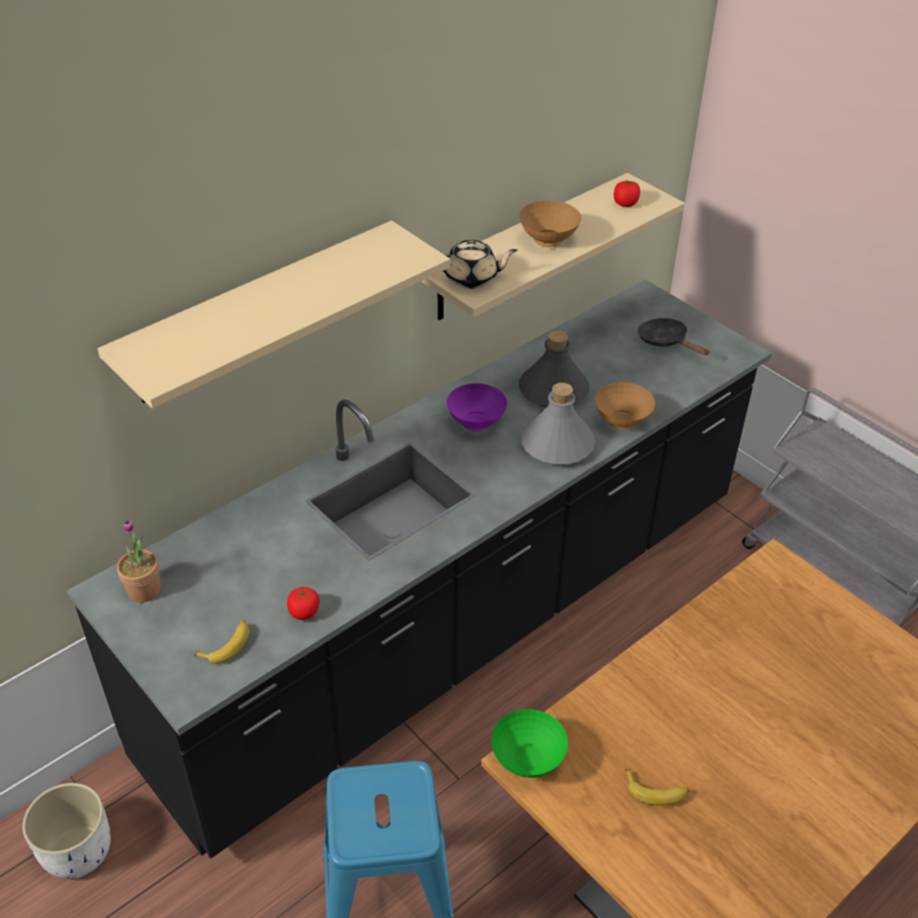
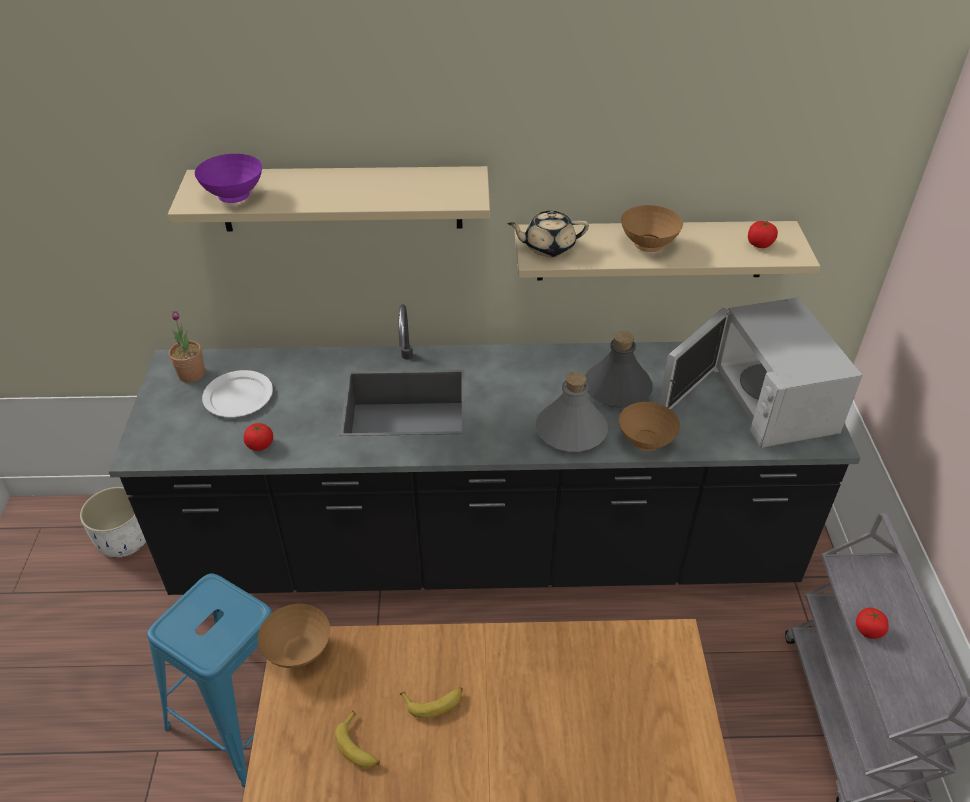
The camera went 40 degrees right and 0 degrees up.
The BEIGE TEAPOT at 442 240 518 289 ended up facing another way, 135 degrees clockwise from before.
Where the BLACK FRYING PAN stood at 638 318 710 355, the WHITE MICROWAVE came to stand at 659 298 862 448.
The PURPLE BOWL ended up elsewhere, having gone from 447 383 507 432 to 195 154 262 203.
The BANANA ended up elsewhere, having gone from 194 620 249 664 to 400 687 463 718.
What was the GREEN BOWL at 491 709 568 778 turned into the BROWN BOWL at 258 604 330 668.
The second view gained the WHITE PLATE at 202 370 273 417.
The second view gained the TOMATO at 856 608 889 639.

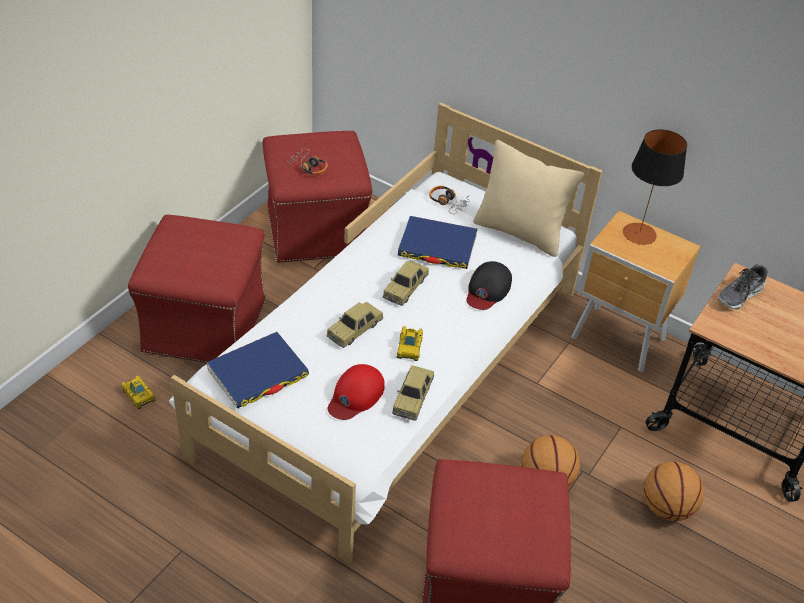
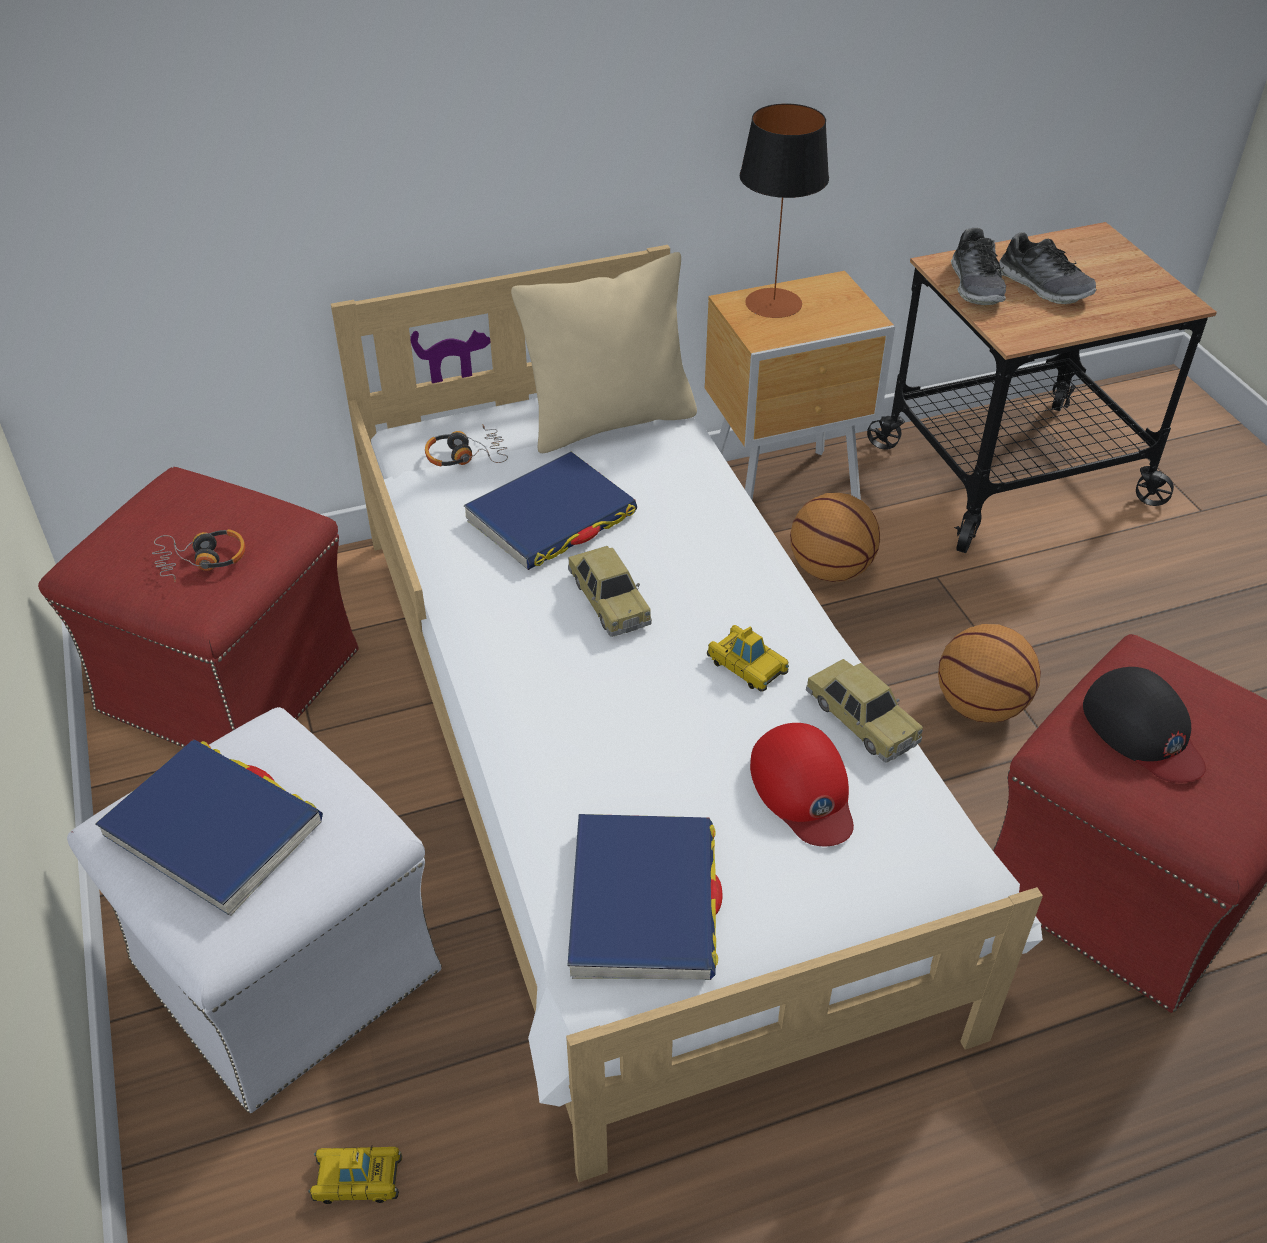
The camera went 50 degrees left and 0 degrees up.
What was the RED OTTOMAN at 128 215 266 363 turned into the WHITE OTTOMAN at 67 707 442 1113.
The BLACK CAP ended up elsewhere, having gone from 466 261 512 310 to 1083 667 1206 783.
The second view lost the TOY CAR at 327 302 383 348.
The BASKETBALL ended up elsewhere, having gone from 643 462 704 521 to 790 493 880 582.
The second view gained the SHOE at 998 232 1096 304.
The second view gained the BLUE BOOK at 95 739 323 916.

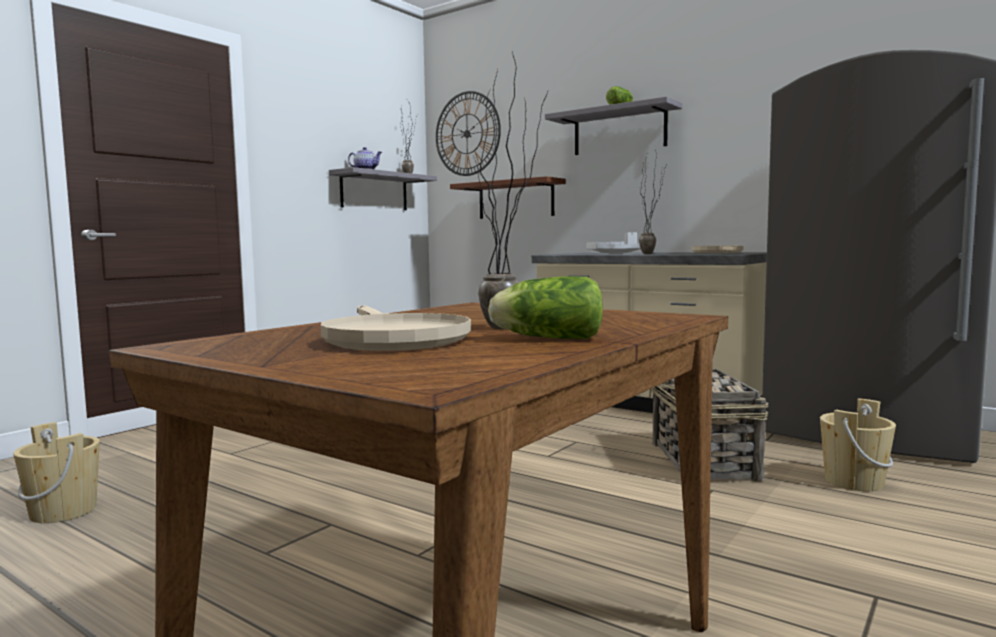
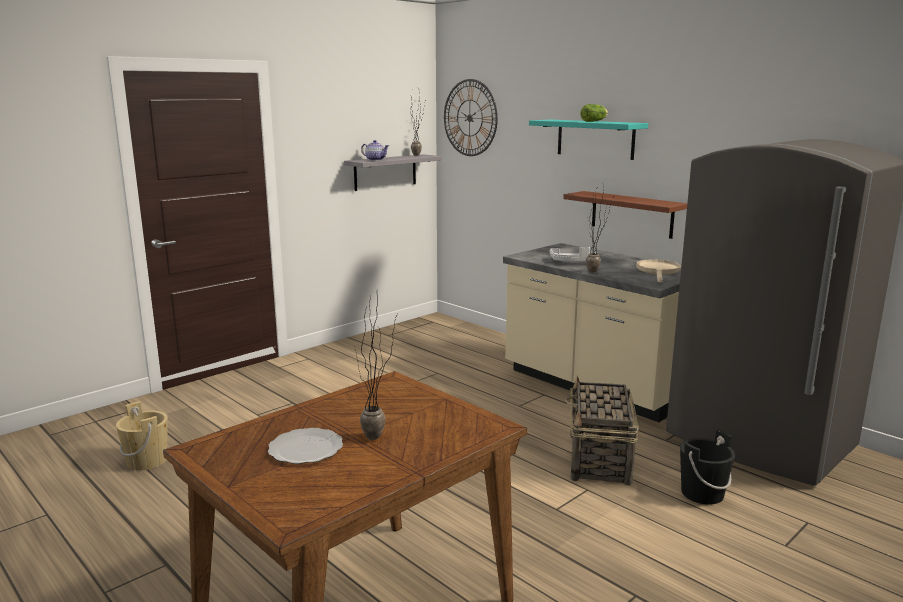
The camera went 10 degrees right and 10 degrees up.
What was the GREY SHELF at 545 96 682 155 turned into the TURQUOISE SHELF at 529 120 648 160.
The BROWN SHELF ended up elsewhere, having gone from 450 176 566 219 to 563 191 687 239.
The second view lost the LETTUCE at 488 276 603 339.
Where the BEIGE FRYING PAN stood at 321 305 471 351, the PLATE came to stand at 268 428 343 464.
What was the BEIGE BUCKET at 820 398 896 491 turned into the BLACK BUCKET at 680 430 735 505.

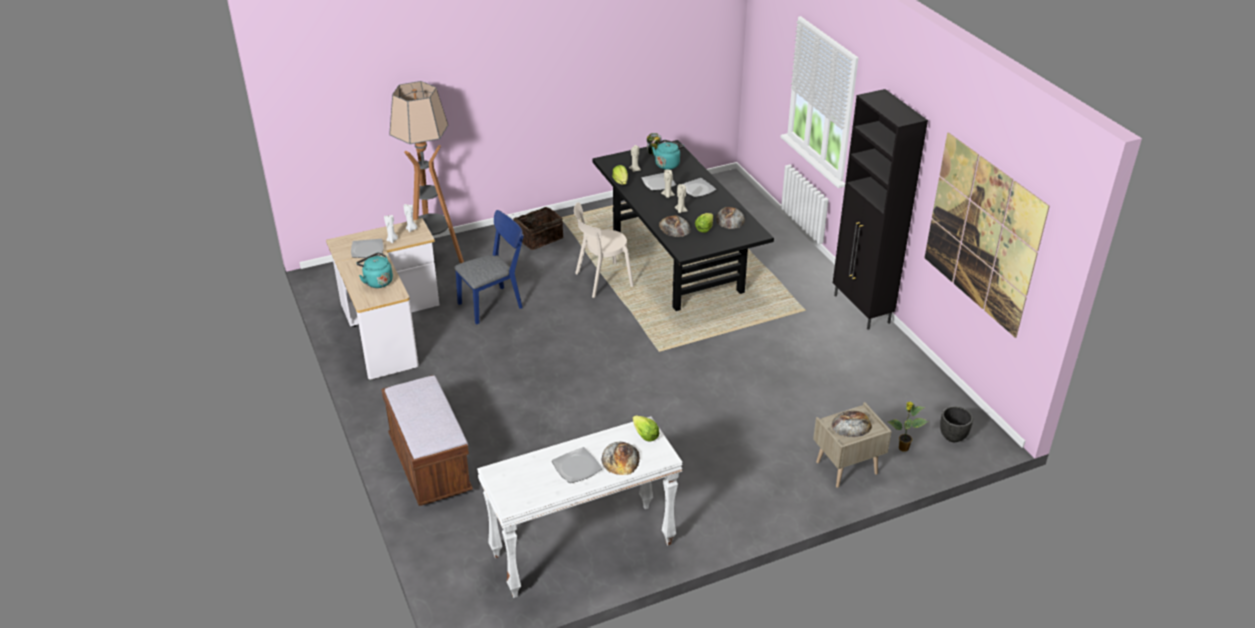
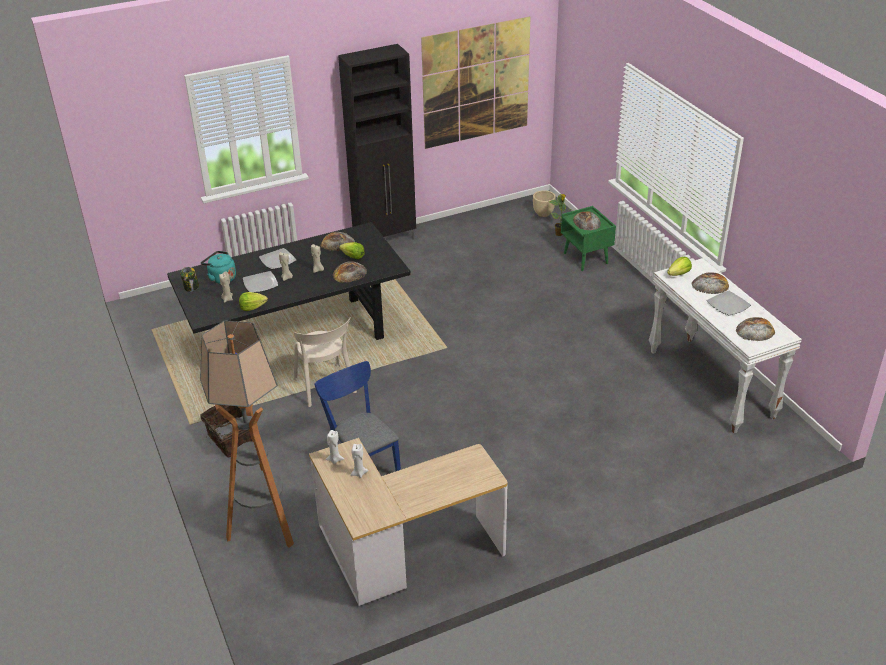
The camera went 90 degrees left and 0 degrees up.
The second view lost the PLATE at 351 239 384 258.
The second view lost the TURQUOISE KETTLE at 356 252 393 288.
The second view lost the BROWN BENCH at 381 375 473 506.
What was the BEIGE NIGHTSTAND at 813 402 892 488 turned into the GREEN NIGHTSTAND at 561 206 616 271.
What was the BLACK PLANTER at 940 406 973 442 turned into the BEIGE PLANTER at 533 190 556 217.
The second view gained the BREAD at 736 317 775 341.

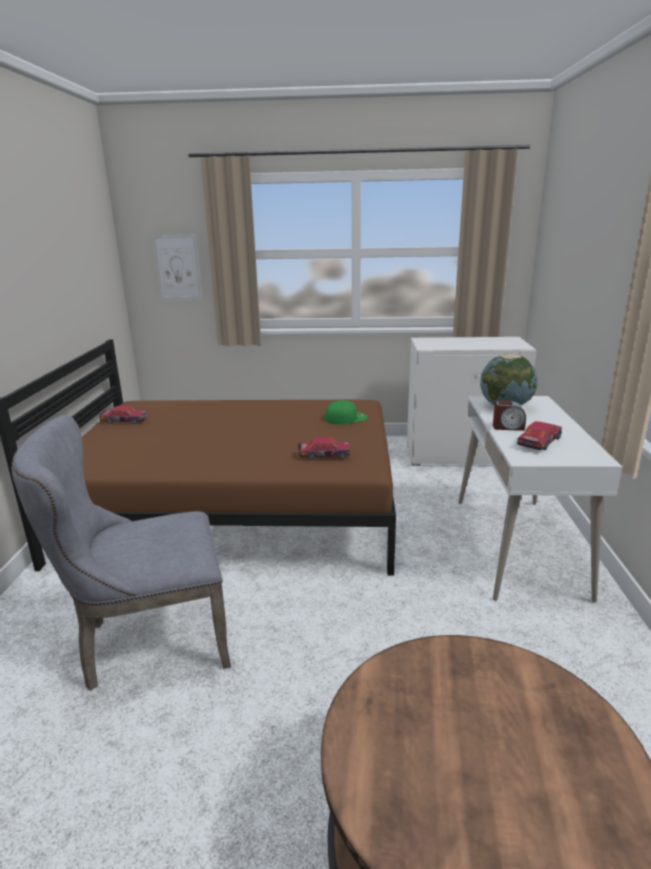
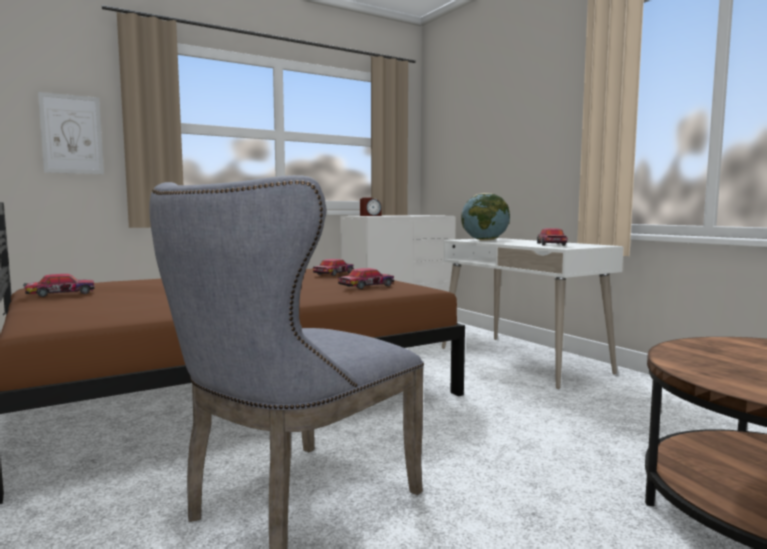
The camera went 35 degrees left and 15 degrees down.
Where the GREEN CAP stood at 325 400 368 425, the TOY CAR came to stand at 313 259 354 276.
The ALARM CLOCK ended up elsewhere, having gone from 493 401 526 431 to 360 197 382 216.

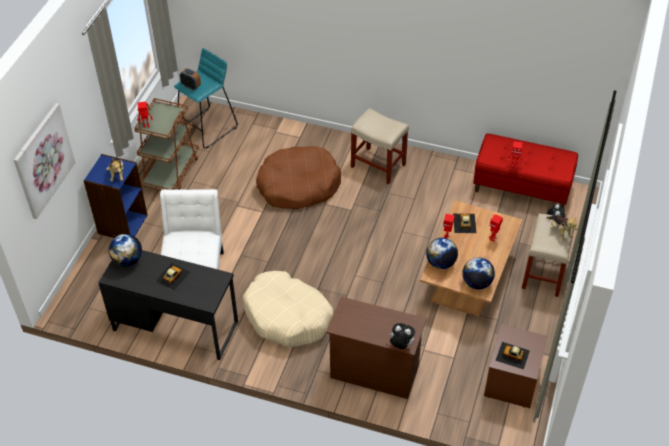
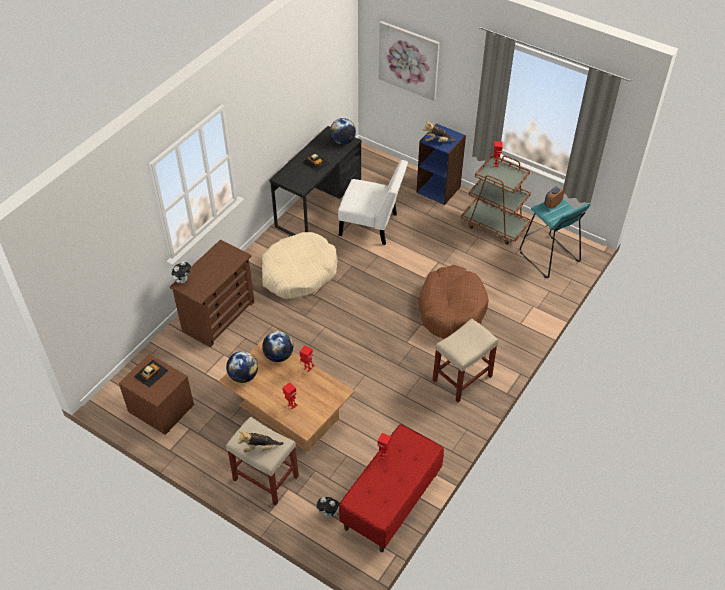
The camera went 105 degrees right and 0 degrees up.
The second view lost the TOY CAR at 453 214 476 233.

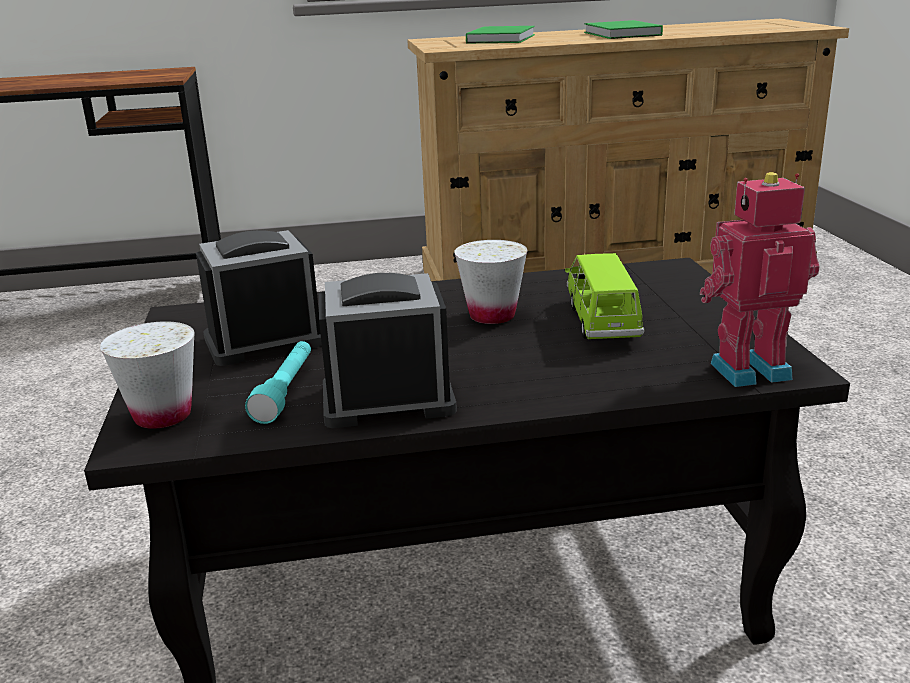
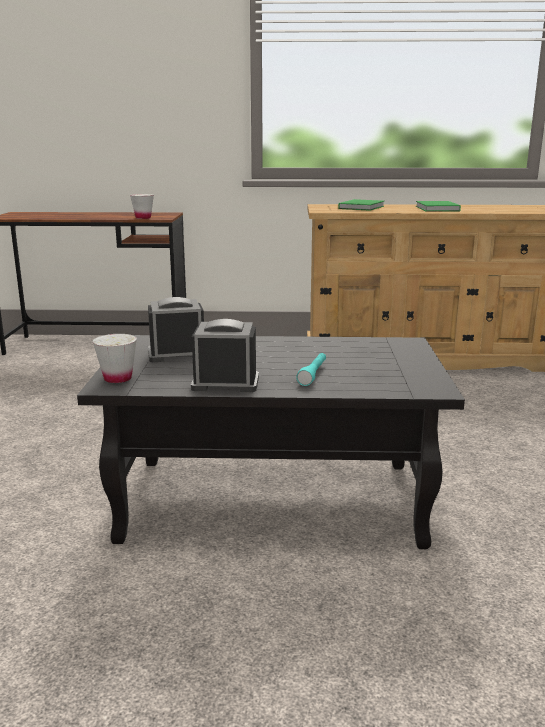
The camera went 10 degrees right and 5 degrees down.
The second view lost the TOY ROBOT at 700 172 820 387.
The WHITE CUP ended up elsewhere, having gone from 454 240 528 324 to 130 194 154 219.
The second view lost the GREEN TOY CAR at 565 253 644 339.
The TURQUOISE FLASHLIGHT ended up elsewhere, having gone from 245 341 311 424 to 296 353 326 386.

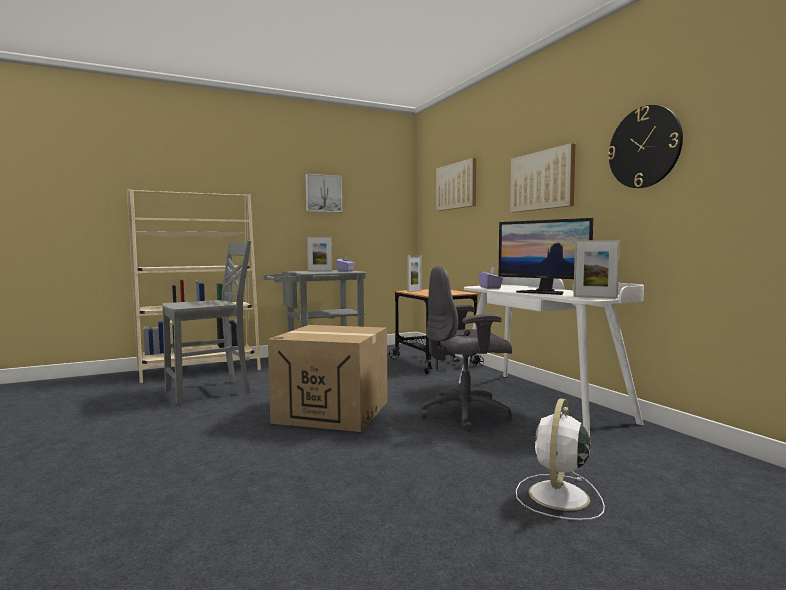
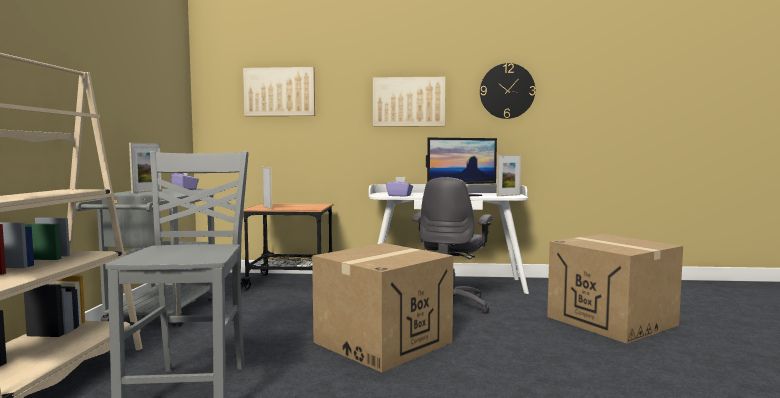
The camera went 60 degrees left and 0 degrees up.
The second view lost the PICTURE at 306 174 342 212.
Where the WHITE FAN stood at 516 398 605 520, the CARDBOARD BOX came to stand at 547 234 683 344.

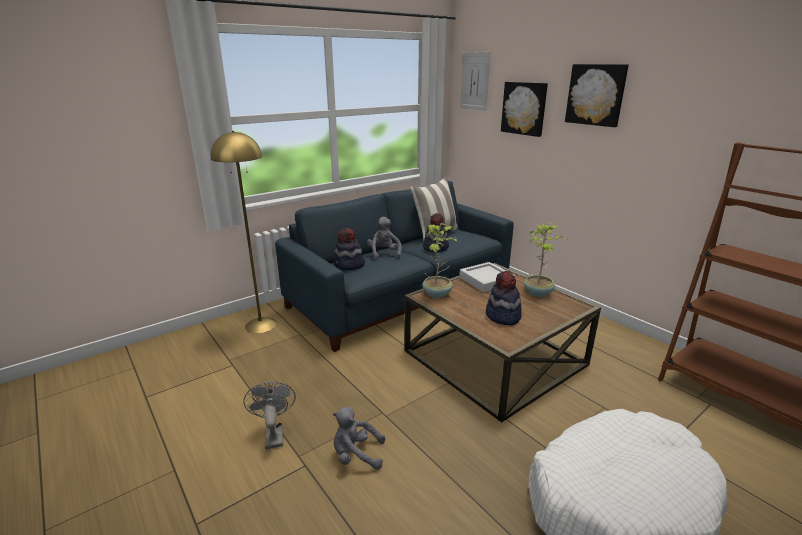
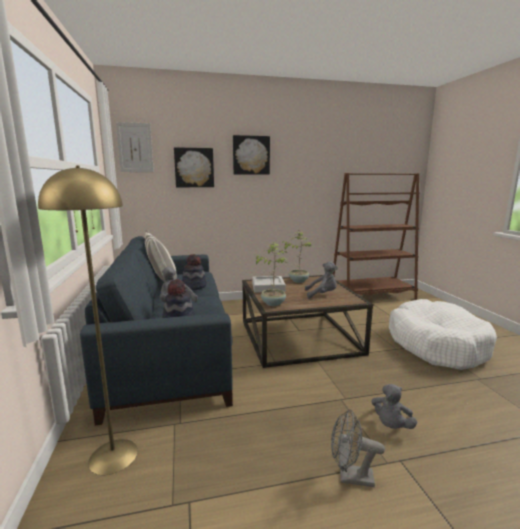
The camera went 65 degrees left and 10 degrees down.
Where the HAT stood at 486 271 522 326, the GREY PLUSH TOY came to stand at 305 261 338 299.

